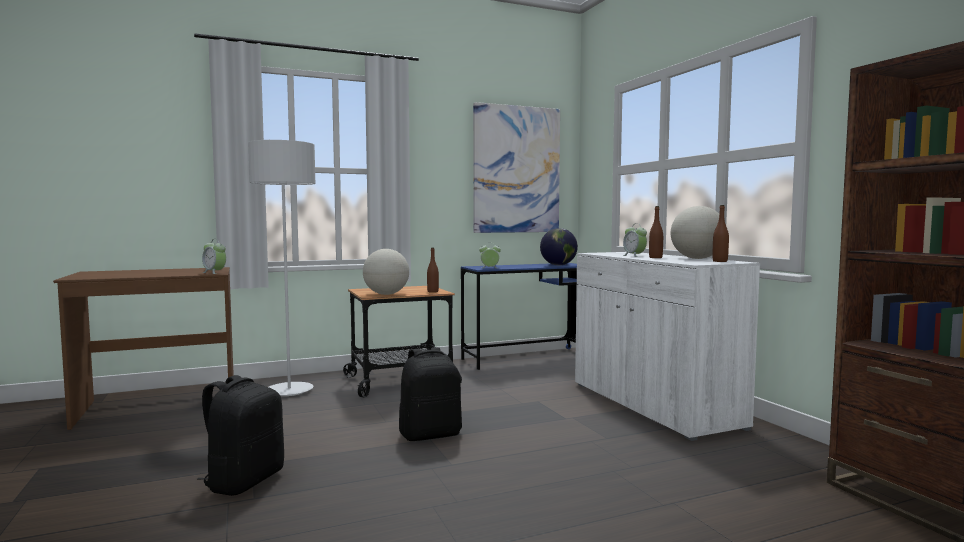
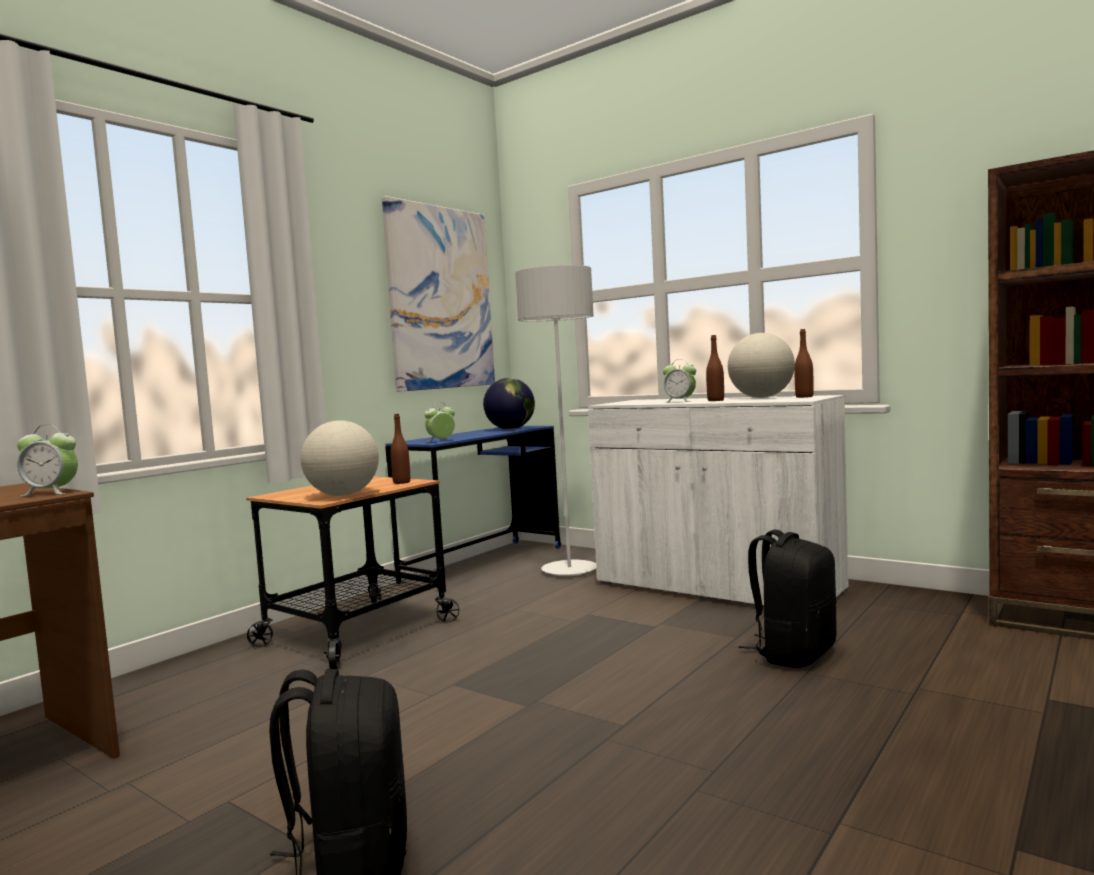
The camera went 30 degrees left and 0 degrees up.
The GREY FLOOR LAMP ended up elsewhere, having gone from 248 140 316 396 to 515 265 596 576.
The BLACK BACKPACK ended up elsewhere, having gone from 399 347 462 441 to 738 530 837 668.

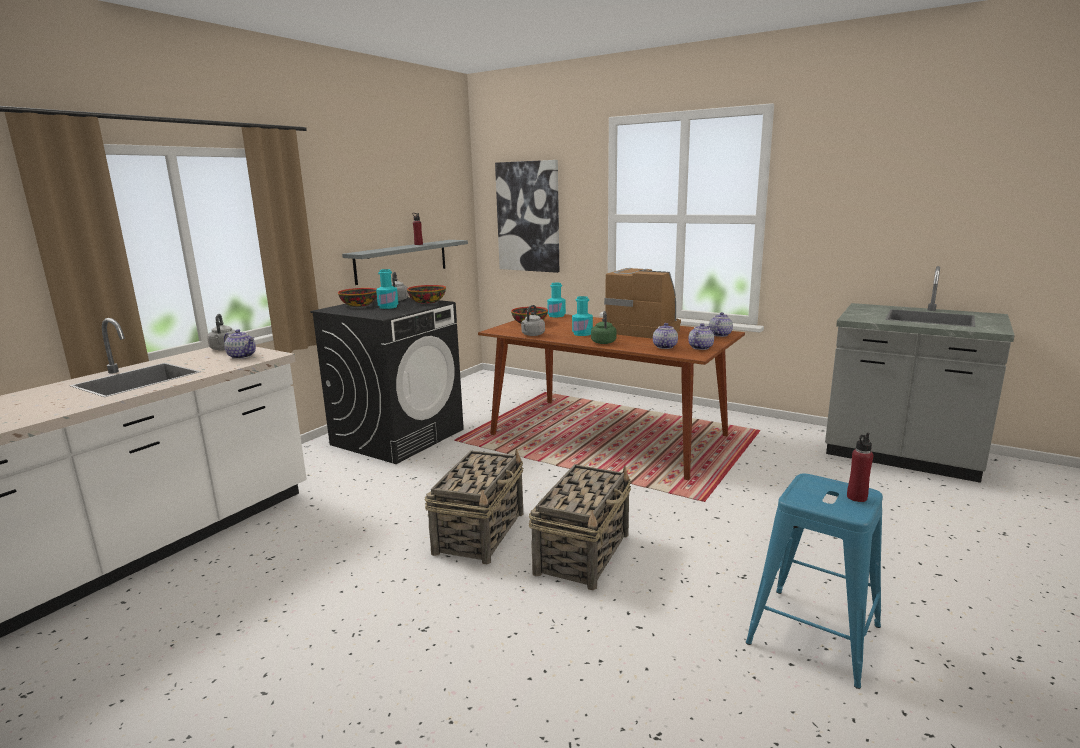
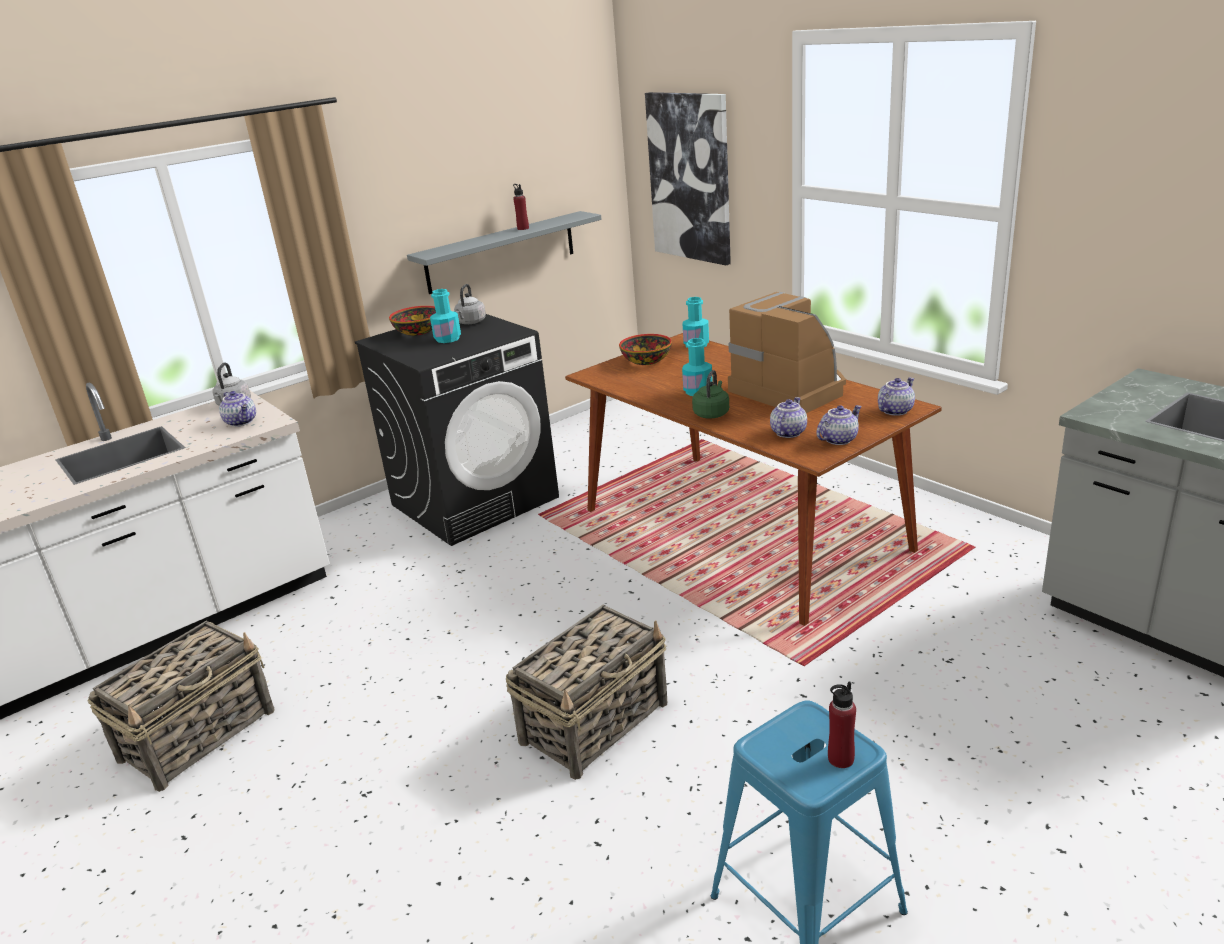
The camera went 20 degrees right and 10 degrees up.
The second view lost the BOWL at 407 285 446 304.
The second view lost the GREY KETTLE at 521 305 545 336.
The BASKET ended up elsewhere, having gone from 424 449 524 564 to 87 621 275 792.

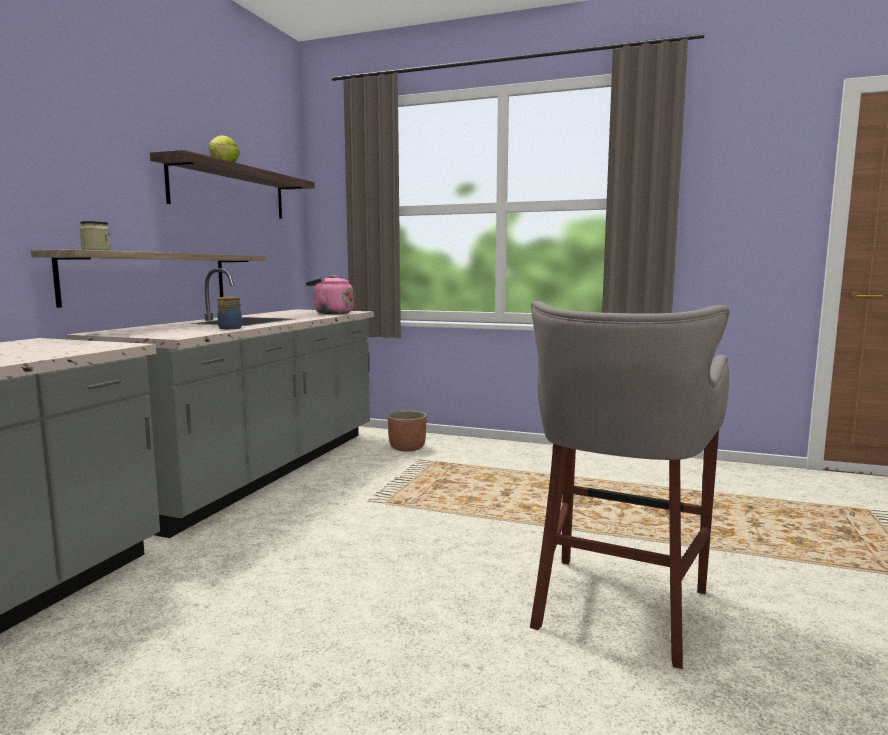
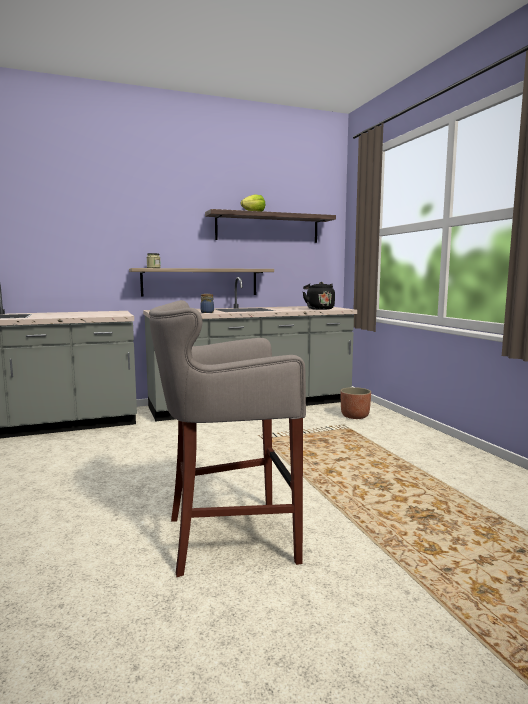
The camera went 50 degrees right and 0 degrees up.
What was the PINK KETTLE at 306 275 354 314 turned into the BLACK KETTLE at 303 282 335 310.

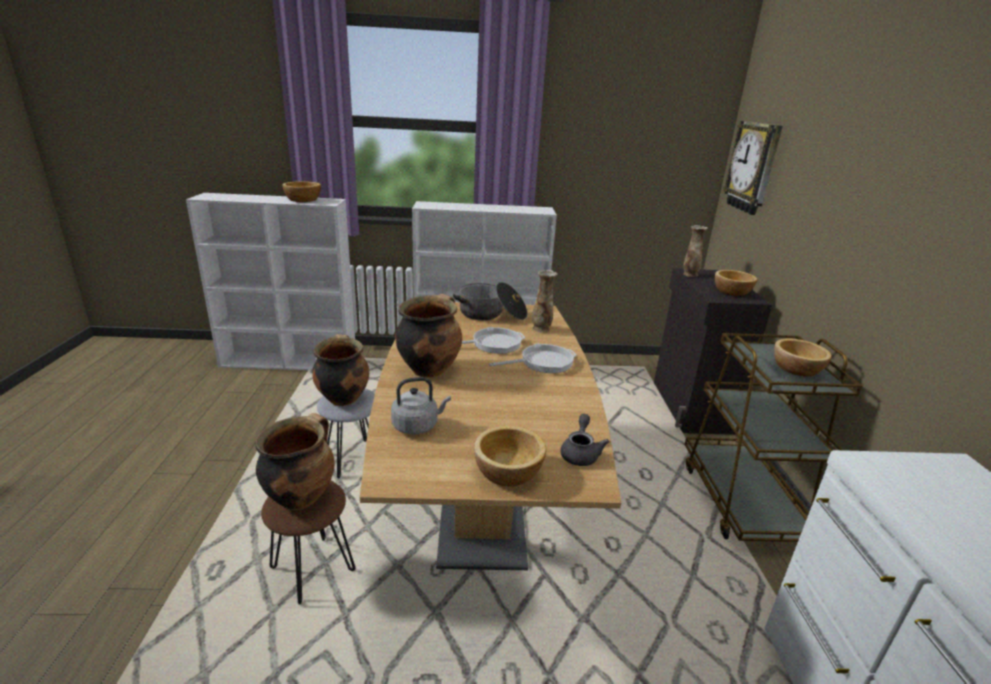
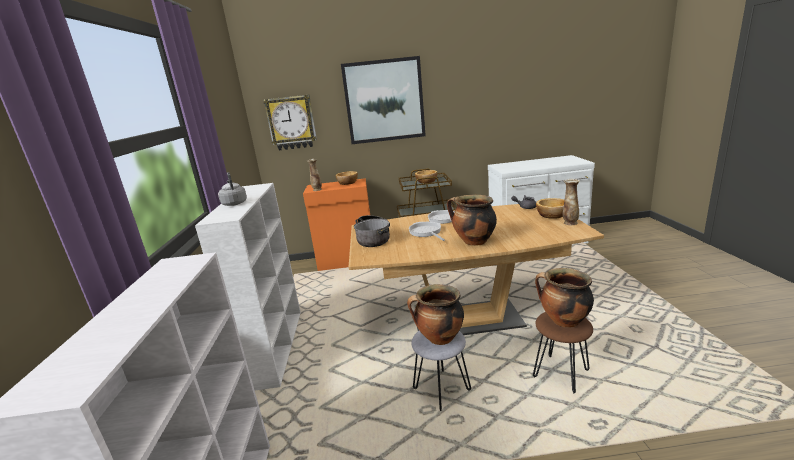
The camera went 90 degrees left and 5 degrees down.
The second view lost the BOWL at 283 181 321 202.
What was the BLACK CABINET at 654 268 772 435 turned into the ORANGE CABINET at 303 178 370 271.
The VASE ended up elsewhere, having gone from 532 270 558 333 to 563 179 580 225.
The GREY KETTLE ended up elsewhere, having gone from 391 377 451 435 to 218 172 247 206.
The second view gained the PICTURE at 341 56 426 144.

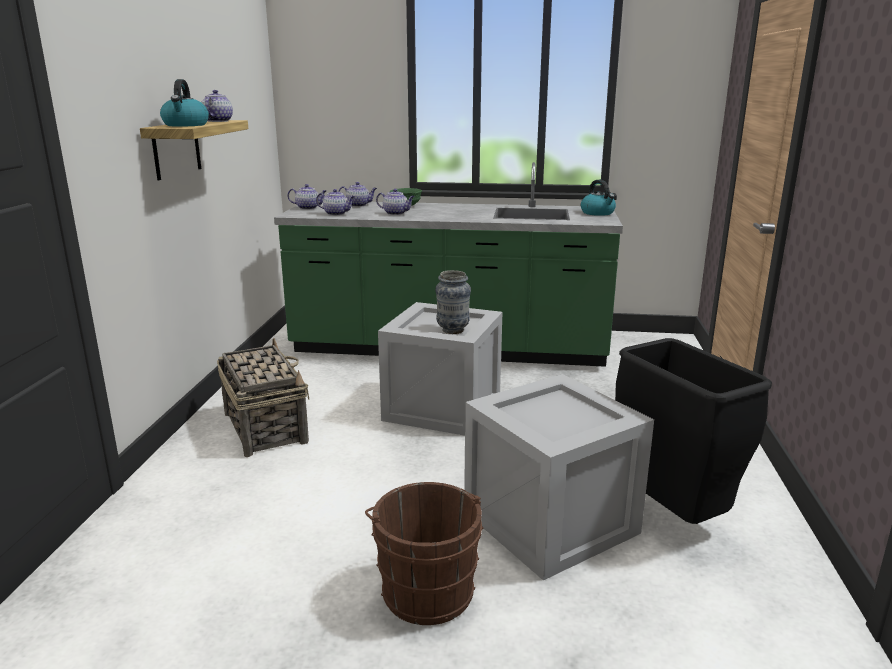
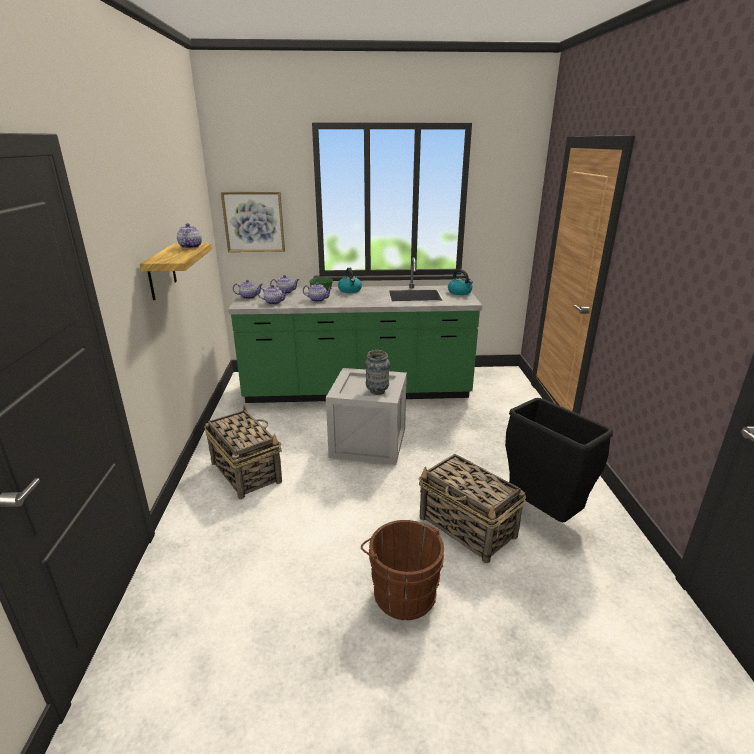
The camera went 10 degrees left and 5 degrees up.
The KETTLE ended up elsewhere, having gone from 160 79 209 127 to 338 268 362 293.
Where the CRATE stood at 464 374 654 580, the BASKET came to stand at 419 454 526 563.
The second view gained the PICTURE at 221 192 285 252.

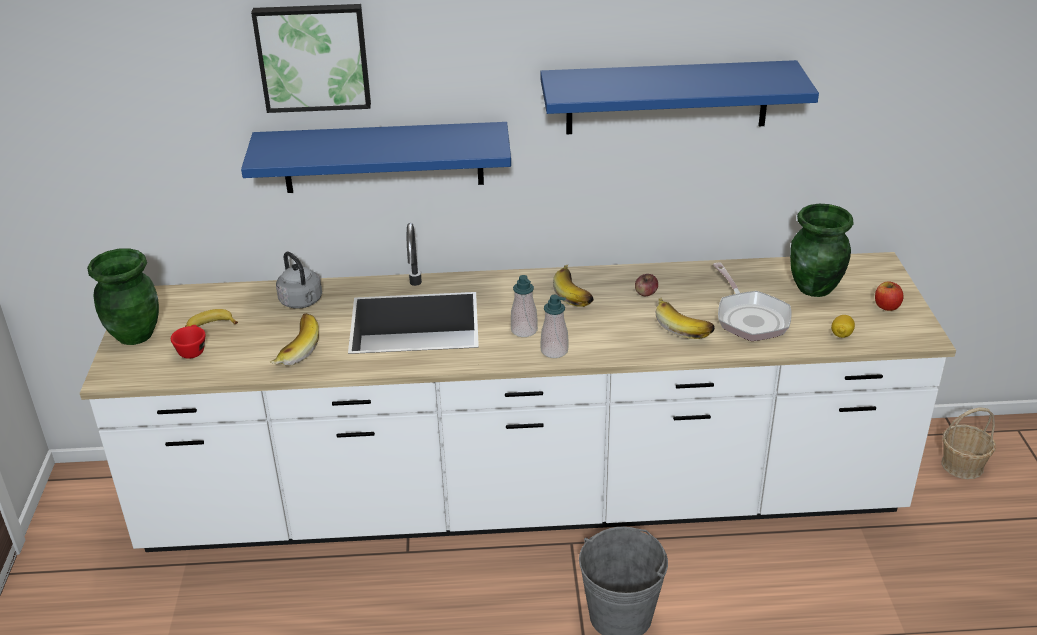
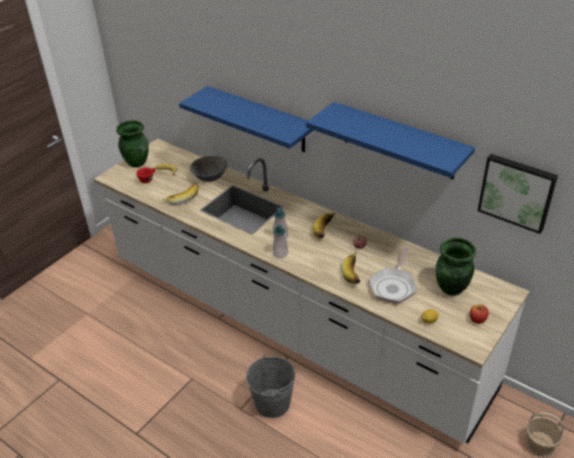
The camera went 40 degrees right and 5 degrees up.
The PICTURE ended up elsewhere, having gone from 251 4 371 113 to 477 154 558 234.
Where the GREY KETTLE stood at 276 251 322 309, the GREY BOWL came to stand at 190 156 228 182.

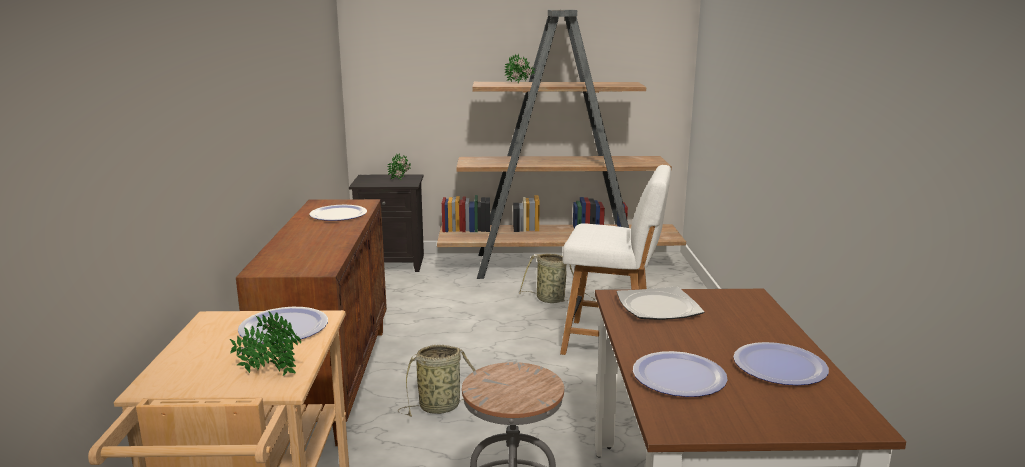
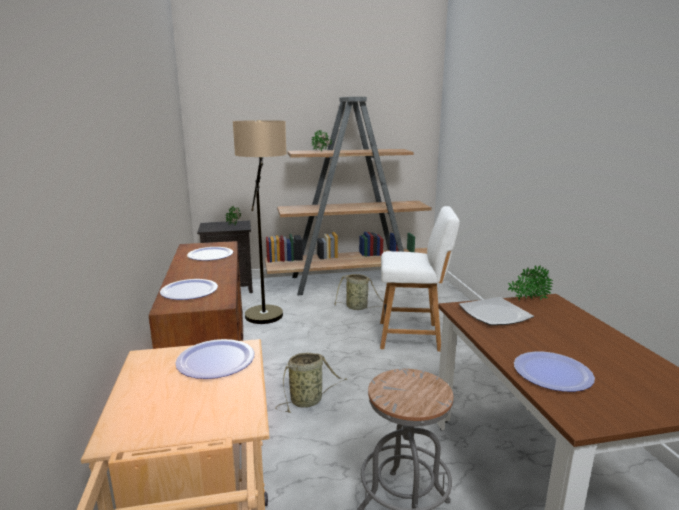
The camera went 10 degrees left and 0 degrees up.
The POTTED PLANT ended up elsewhere, having gone from 230 311 301 376 to 508 265 553 300.
The PLATE ended up elsewhere, having gone from 733 342 829 385 to 160 279 218 300.
The second view gained the FLOOR LAMP at 233 120 286 324.

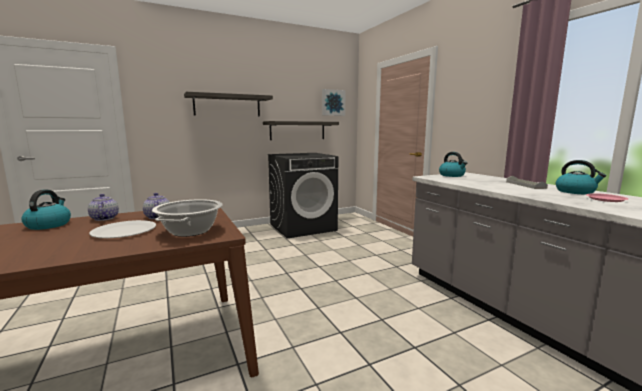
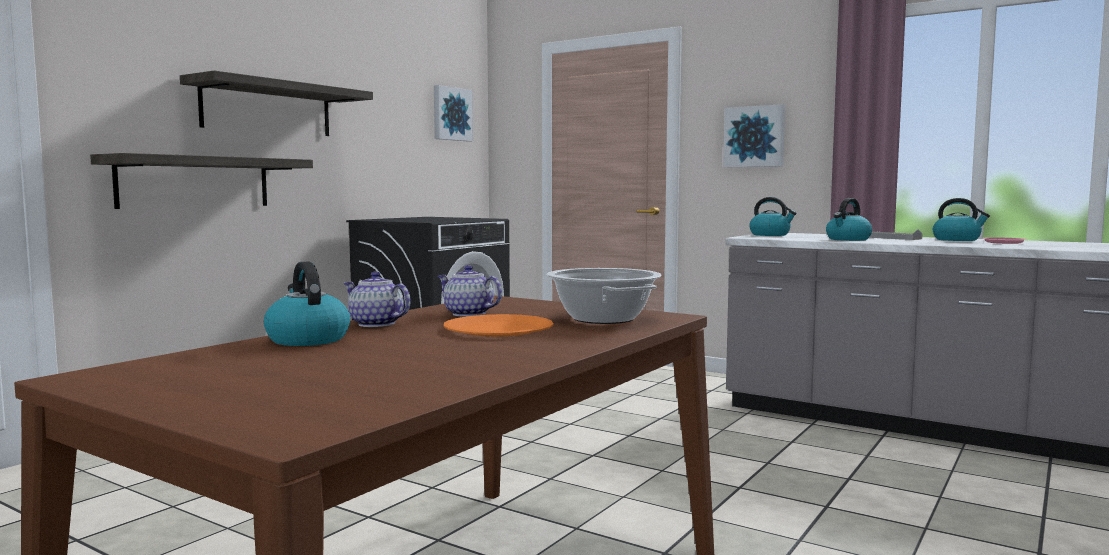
The camera went 30 degrees left and 5 degrees down.
The SHELF ended up elsewhere, having gone from 263 121 339 140 to 90 153 313 209.
What was the WHITE PLATE at 89 220 156 238 turned into the ORANGE PLATE at 444 314 554 337.
The second view gained the PICTURE at 723 104 785 167.
The second view gained the KETTLE at 826 198 872 241.

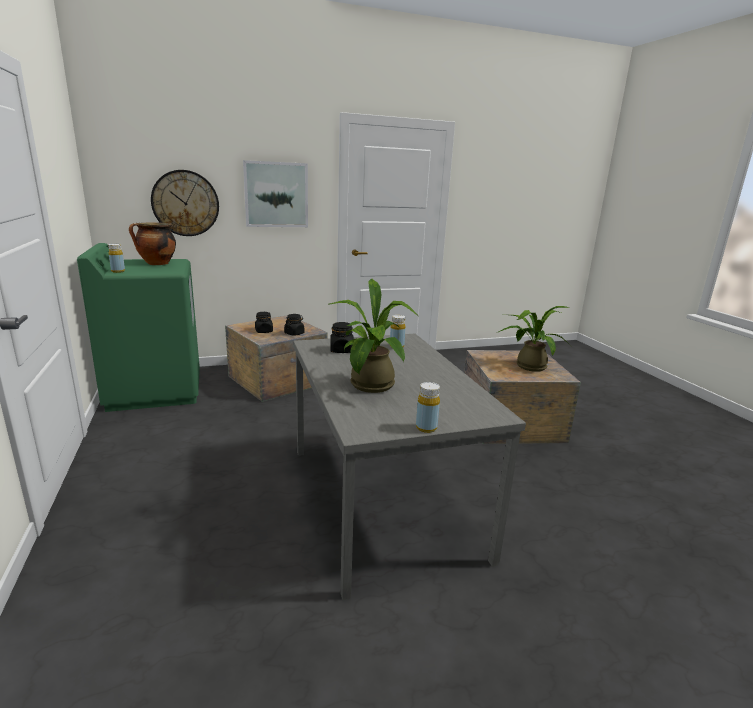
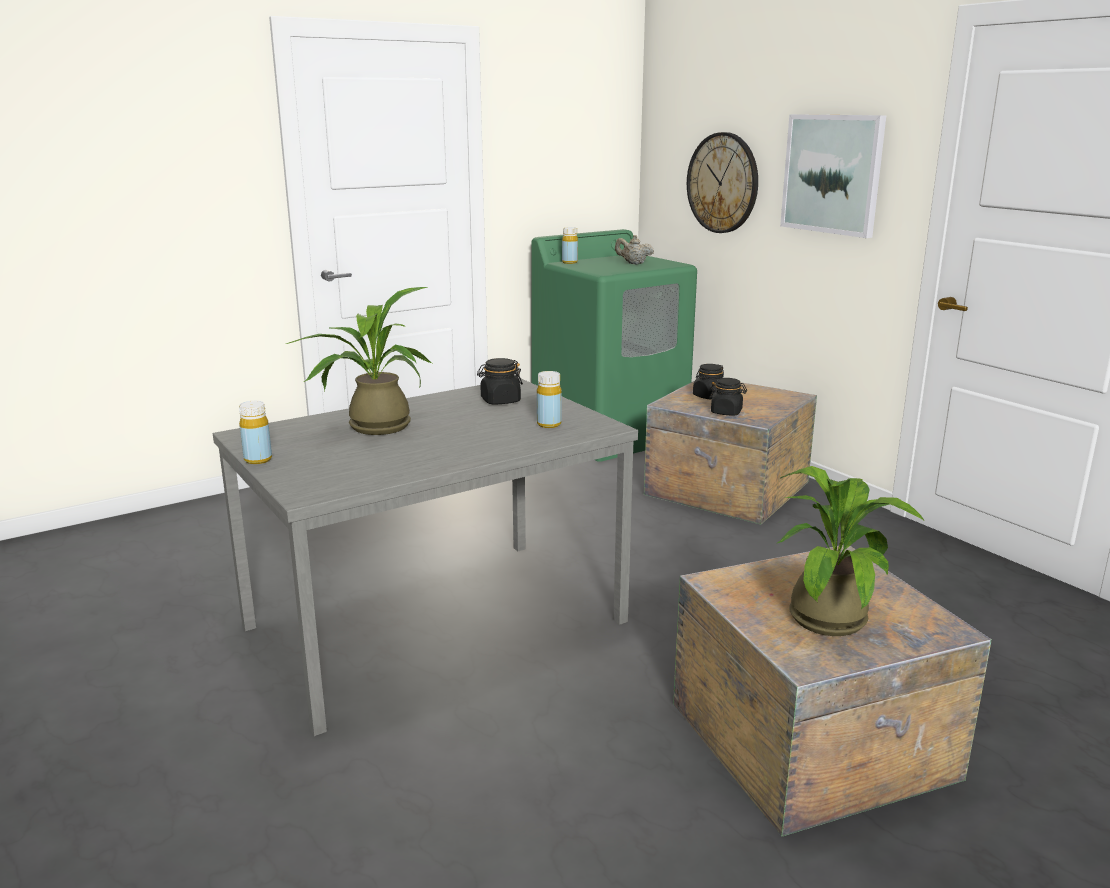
The camera went 75 degrees right and 0 degrees up.
Where the COOKING POT stood at 129 222 176 265, the BEIGE TEAPOT came to stand at 615 235 654 265.

